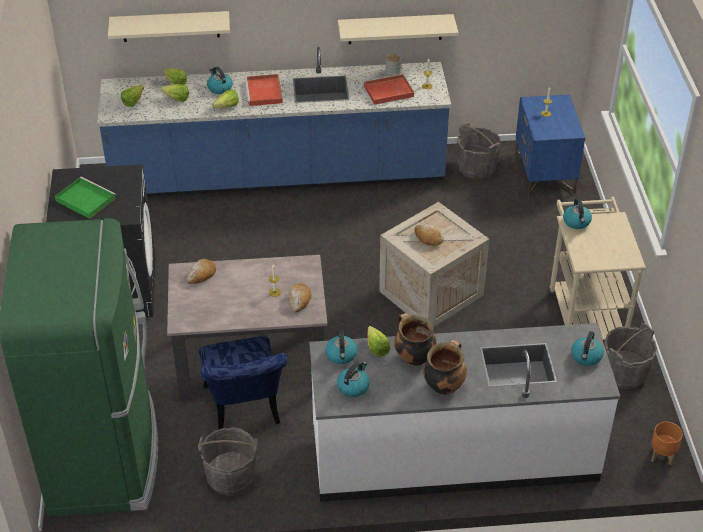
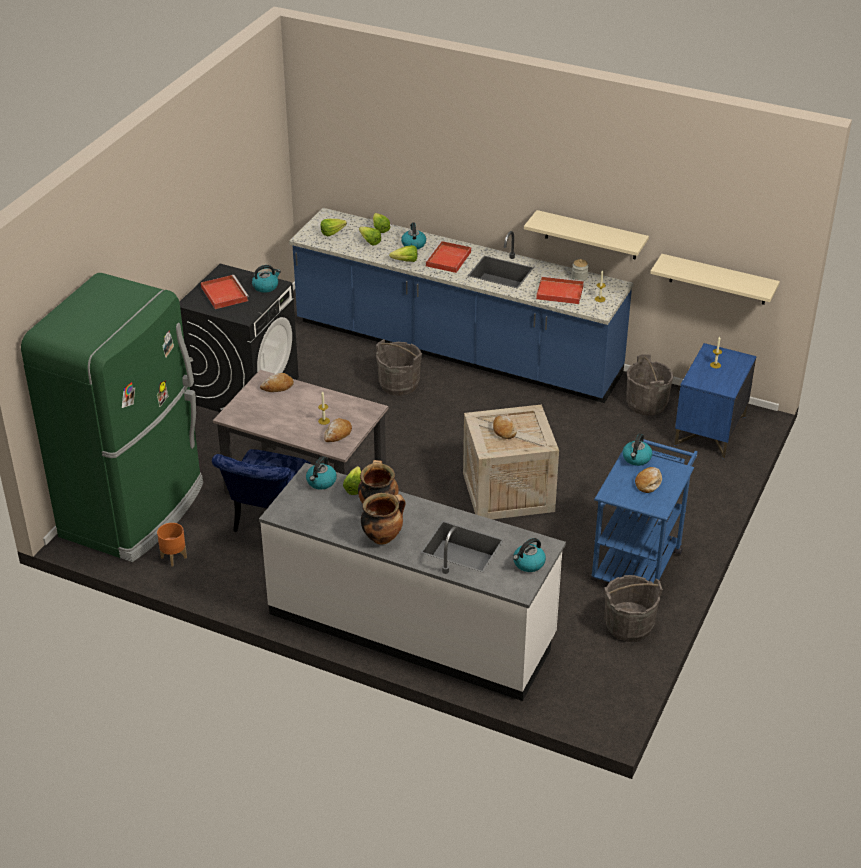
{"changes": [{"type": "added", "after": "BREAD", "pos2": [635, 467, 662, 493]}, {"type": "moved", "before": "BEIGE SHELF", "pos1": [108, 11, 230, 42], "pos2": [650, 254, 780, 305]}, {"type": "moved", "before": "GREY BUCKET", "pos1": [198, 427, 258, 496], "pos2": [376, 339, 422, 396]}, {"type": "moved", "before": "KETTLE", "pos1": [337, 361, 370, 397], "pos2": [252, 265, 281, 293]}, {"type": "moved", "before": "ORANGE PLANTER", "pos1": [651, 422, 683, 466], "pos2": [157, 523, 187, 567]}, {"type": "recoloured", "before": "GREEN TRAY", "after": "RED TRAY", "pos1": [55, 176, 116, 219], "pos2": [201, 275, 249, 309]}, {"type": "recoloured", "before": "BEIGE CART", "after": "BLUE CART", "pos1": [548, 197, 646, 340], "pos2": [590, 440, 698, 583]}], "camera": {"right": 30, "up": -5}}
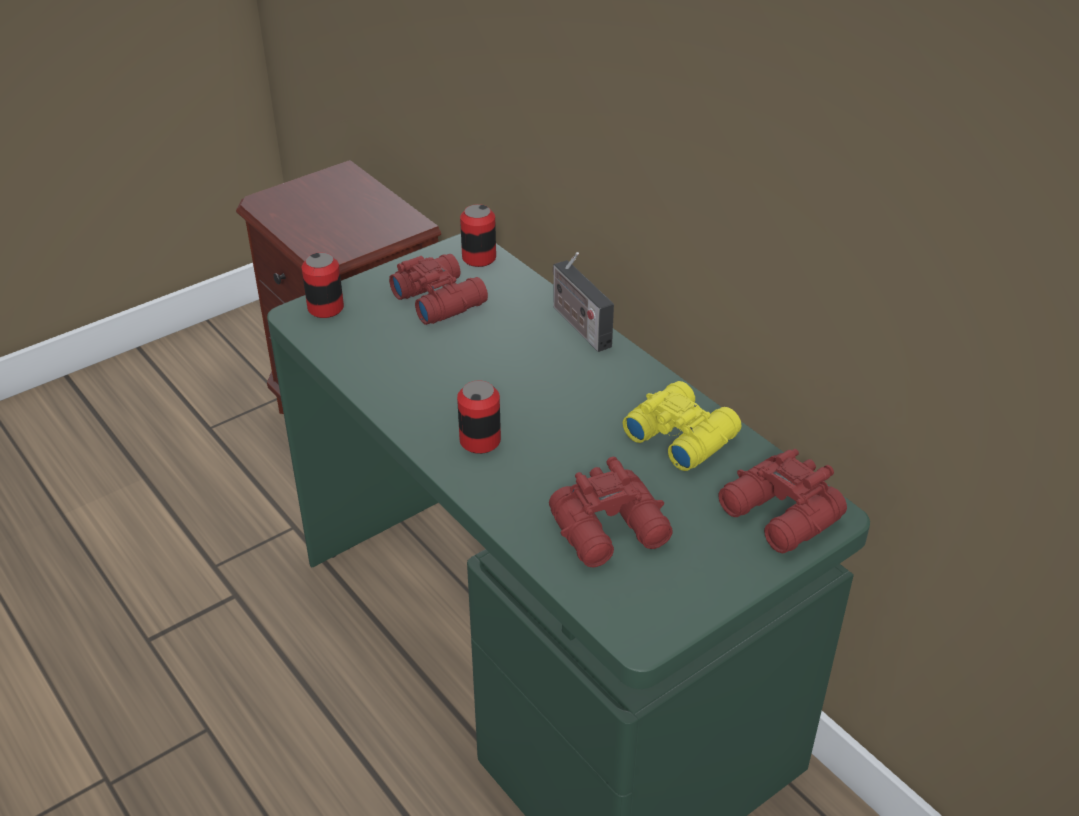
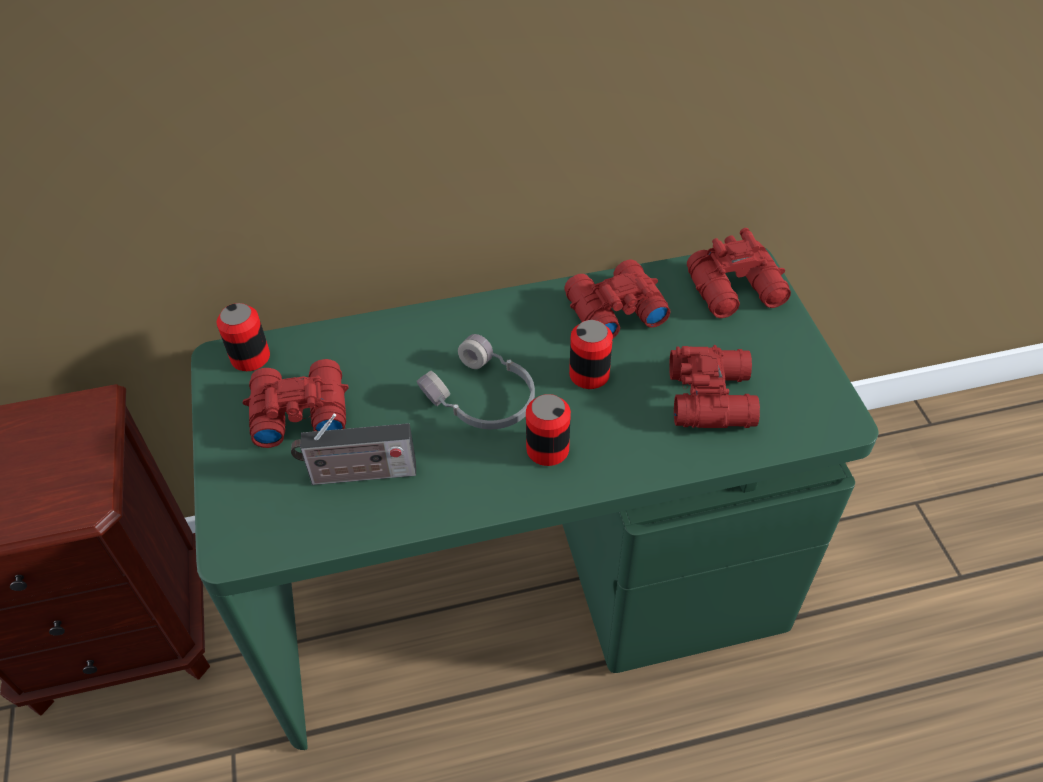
{"changes": [{"type": "added", "after": "GREY HEADPHONES", "pos2": [417, 334, 535, 429]}, {"type": "moved", "before": "CAN", "pos1": [302, 253, 344, 318], "pos2": [569, 320, 613, 389]}, {"type": "moved", "before": "RADIO", "pos1": [553, 252, 614, 352], "pos2": [291, 414, 416, 485]}, {"type": "recoloured", "before": "YELLOW BINOCULARS", "after": "RED BINOCULARS", "pos1": [623, 381, 742, 471], "pos2": [564, 259, 670, 338]}], "camera": {"right": -65, "up": 10}}
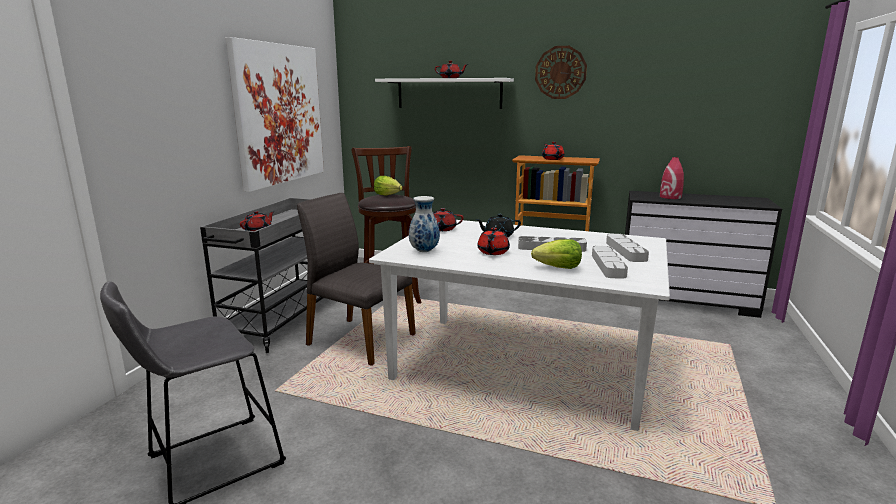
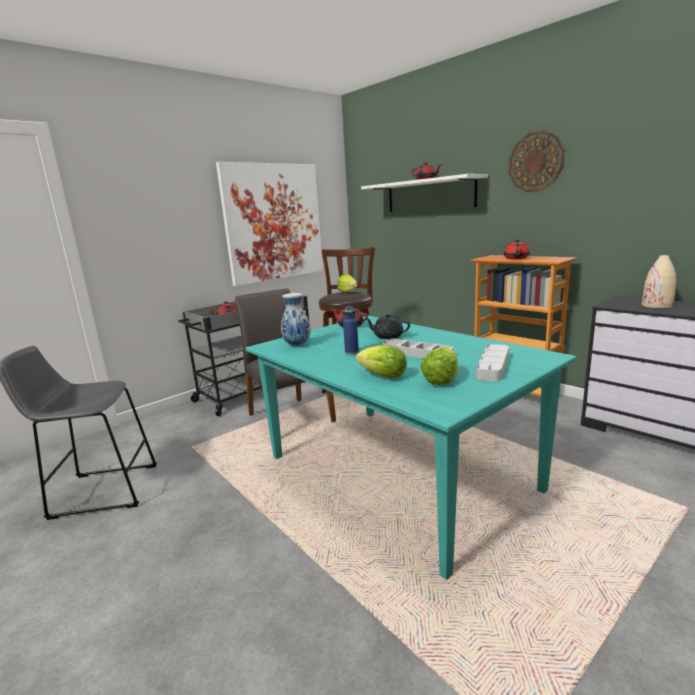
{"changes": [{"type": "replaced", "before": "RED TEAPOT", "after": "BLUE BOTTLE", "pos1": [477, 228, 510, 255], "pos2": [343, 307, 359, 355]}, {"type": "replaced", "before": "GREY TRAY", "after": "LETTUCE", "pos1": [592, 246, 628, 279], "pos2": [421, 348, 458, 385]}, {"type": "recoloured", "before": "WHITE DINING TABLE", "after": "TURQUOISE DINING TABLE", "pos1": [369, 220, 670, 431], "pos2": [245, 316, 577, 580]}, {"type": "recoloured", "before": "RED VASE", "after": "BEIGE VASE", "pos1": [660, 157, 684, 199], "pos2": [642, 255, 676, 309]}], "camera": {"right": 30, "up": 0}}
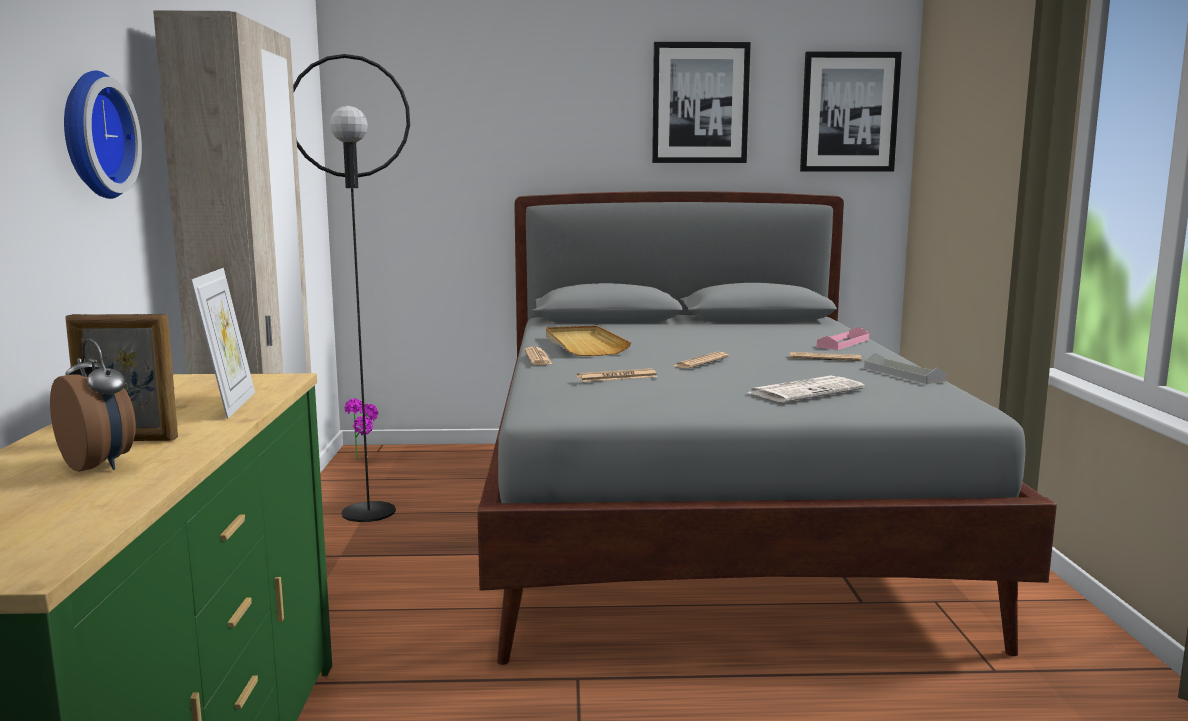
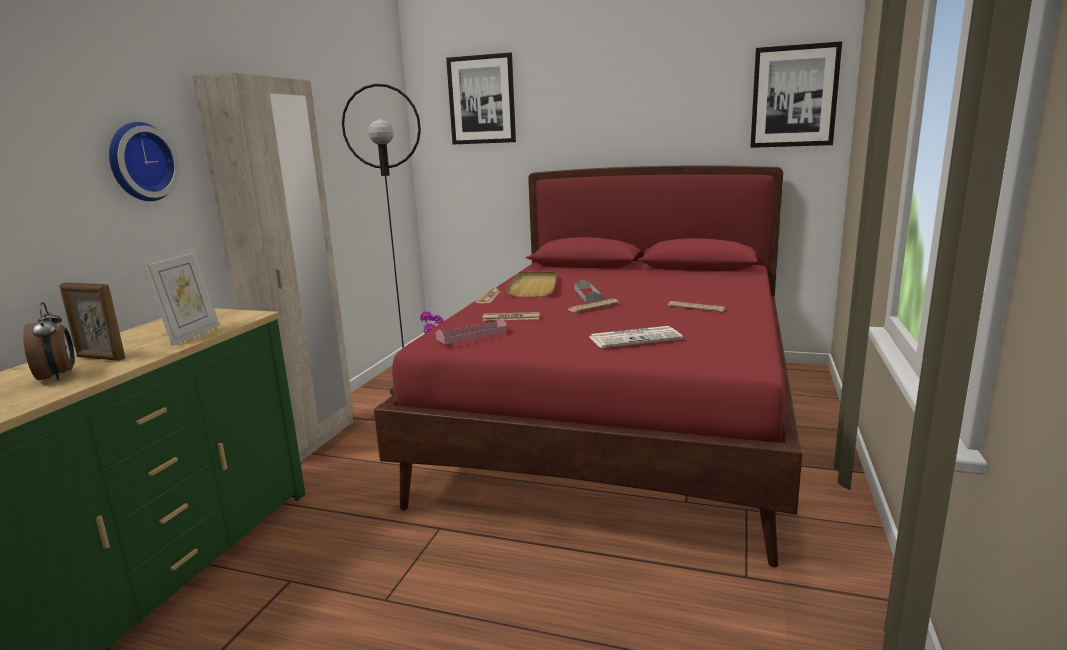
{"changes": [{"type": "moved", "before": "PICTURE", "pos1": [652, 42, 751, 163], "pos2": [446, 52, 516, 144]}, {"type": "moved", "before": "PINK TRAY", "pos1": [817, 327, 869, 350], "pos2": [436, 318, 507, 344]}, {"type": "moved", "before": "GREY TRAY", "pos1": [864, 353, 947, 384], "pos2": [574, 279, 603, 302]}, {"type": "recoloured", "before": "GREY BED", "after": "RED BED", "pos1": [477, 191, 1057, 665], "pos2": [374, 166, 803, 567]}], "camera": {"right": 20, "up": 5}}
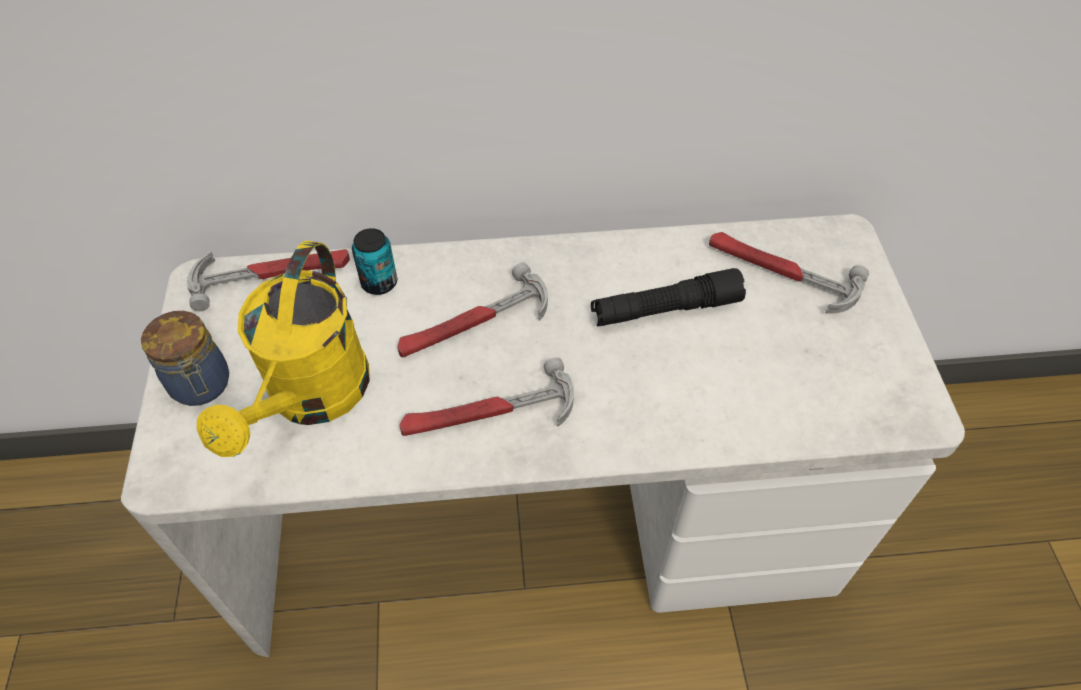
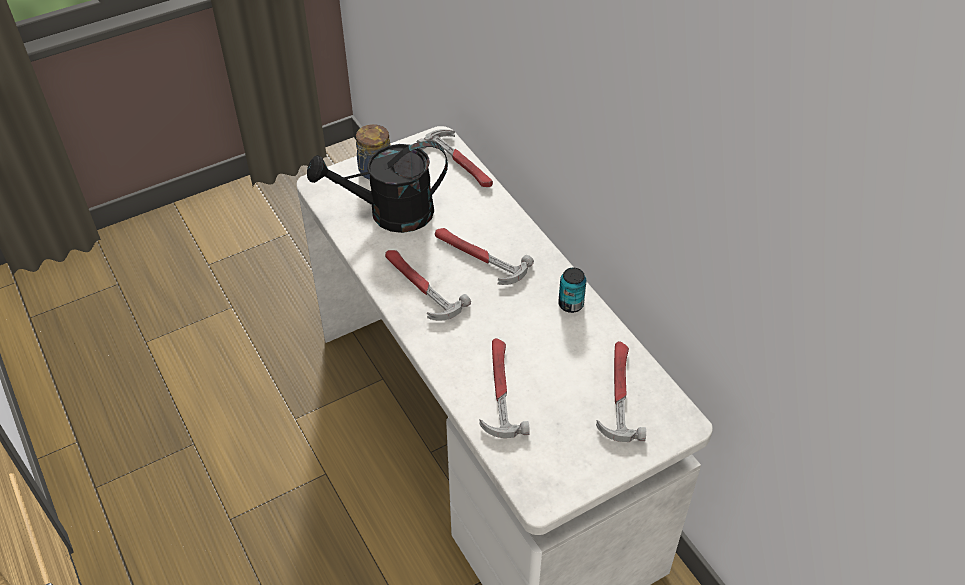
{"changes": [{"type": "removed", "before": "BLACK FLASHLIGHT", "pos1": [591, 268, 746, 327]}, {"type": "added", "after": "HAMMER", "pos2": [480, 338, 530, 438]}, {"type": "moved", "before": "CAN", "pos1": [352, 228, 397, 295], "pos2": [558, 268, 586, 313]}, {"type": "recoloured", "before": "YELLOW WATERING CAN", "after": "BLACK WATERING CAN", "pos1": [197, 241, 370, 457], "pos2": [307, 141, 448, 233]}], "camera": {"right": 65, "up": -5}}
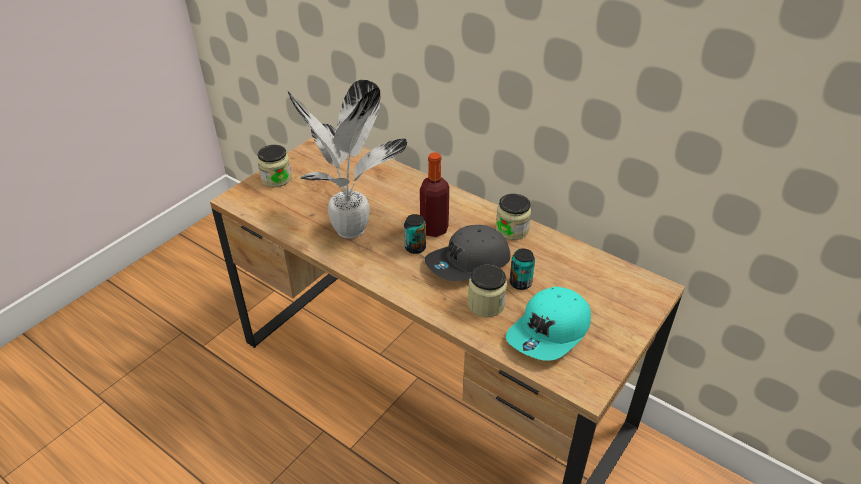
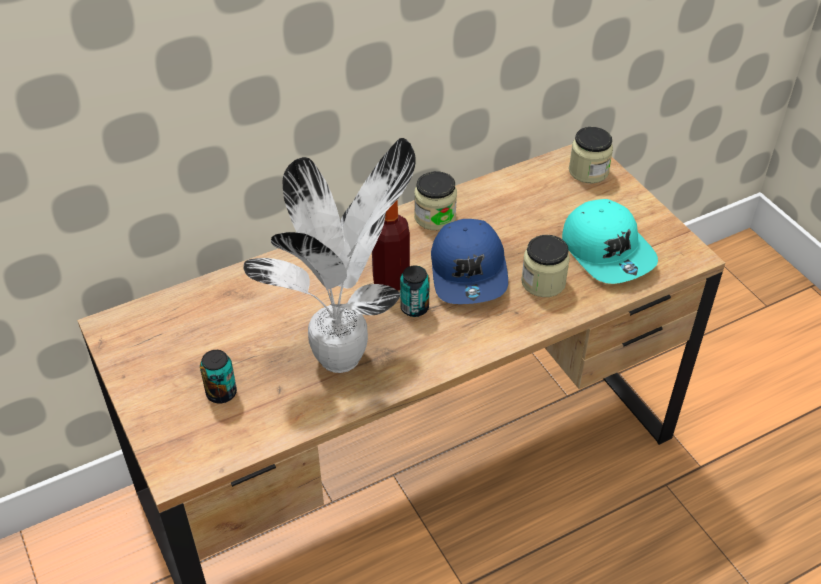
{"changes": [{"type": "moved", "before": "JAR", "pos1": [257, 145, 292, 187], "pos2": [569, 127, 613, 183]}, {"type": "moved", "before": "CAN", "pos1": [509, 248, 535, 290], "pos2": [200, 350, 237, 403]}, {"type": "recoloured", "before": "GREY CAP", "after": "BLUE CAP", "pos1": [425, 225, 510, 281], "pos2": [431, 219, 508, 304]}], "camera": {"right": -65, "up": 5}}
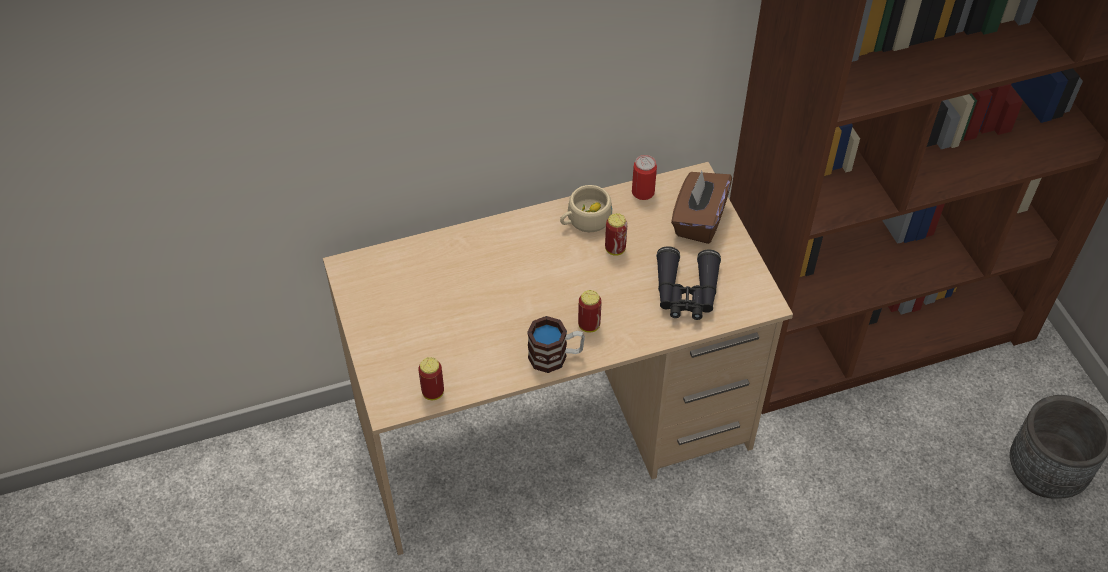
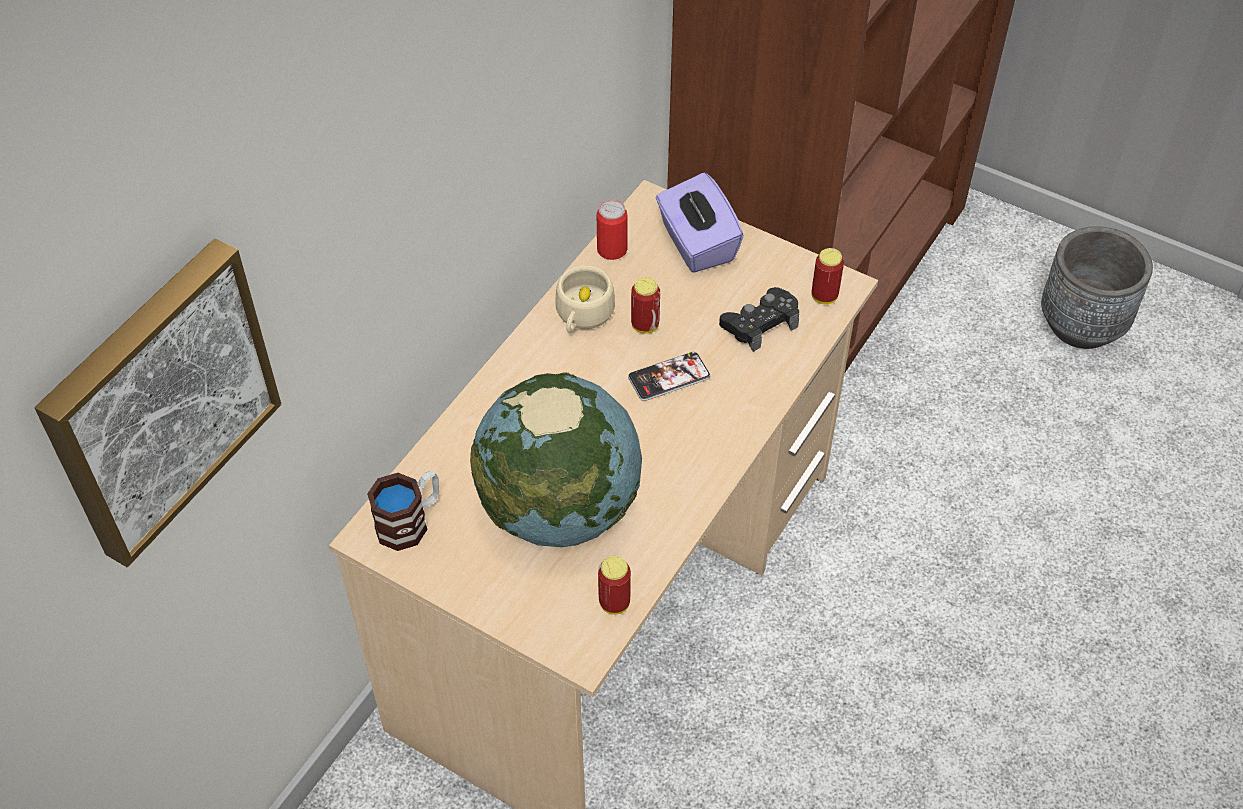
{"changes": [{"type": "added", "after": "PICTURE", "pos2": [35, 238, 281, 567]}, {"type": "added", "after": "GLOBE", "pos2": [470, 372, 642, 547]}, {"type": "added", "after": "PHONE", "pos2": [628, 351, 711, 401]}, {"type": "moved", "before": "MUG", "pos1": [527, 316, 585, 373], "pos2": [367, 470, 439, 551]}, {"type": "moved", "before": "CAN", "pos1": [578, 290, 602, 333], "pos2": [812, 248, 844, 304]}, {"type": "replaced", "before": "BLACK BINOCULARS", "after": "BLACK GAME CONTROLLER", "pos1": [656, 246, 721, 320], "pos2": [719, 287, 800, 352]}, {"type": "recoloured", "before": "BROWN TISSUE BOX", "after": "PURPLE TISSUE BOX", "pos1": [671, 171, 732, 244], "pos2": [656, 172, 744, 273]}], "camera": {"right": -40, "up": 0}}
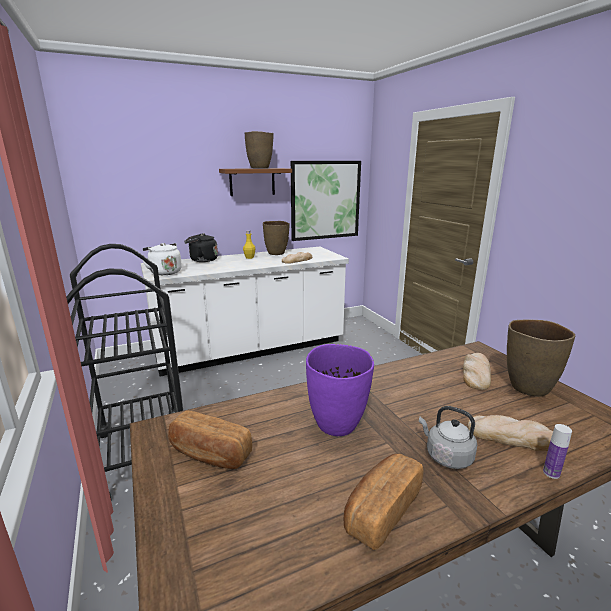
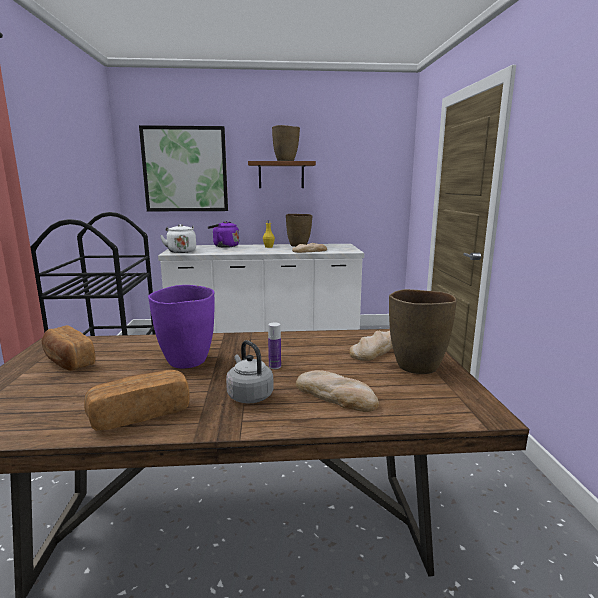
{"changes": [{"type": "moved", "before": "PICTURE", "pos1": [291, 161, 361, 241], "pos2": [139, 125, 228, 211]}, {"type": "moved", "before": "BOTTLE", "pos1": [543, 424, 572, 479], "pos2": [268, 322, 281, 369]}, {"type": "recoloured", "before": "BLACK KETTLE", "after": "PURPLE KETTLE", "pos1": [184, 233, 218, 262], "pos2": [208, 221, 239, 248]}], "camera": {"right": 20, "up": -5}}
